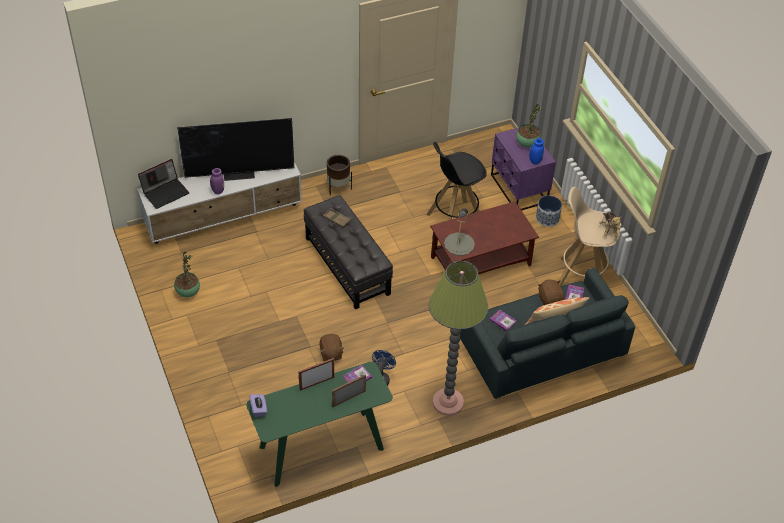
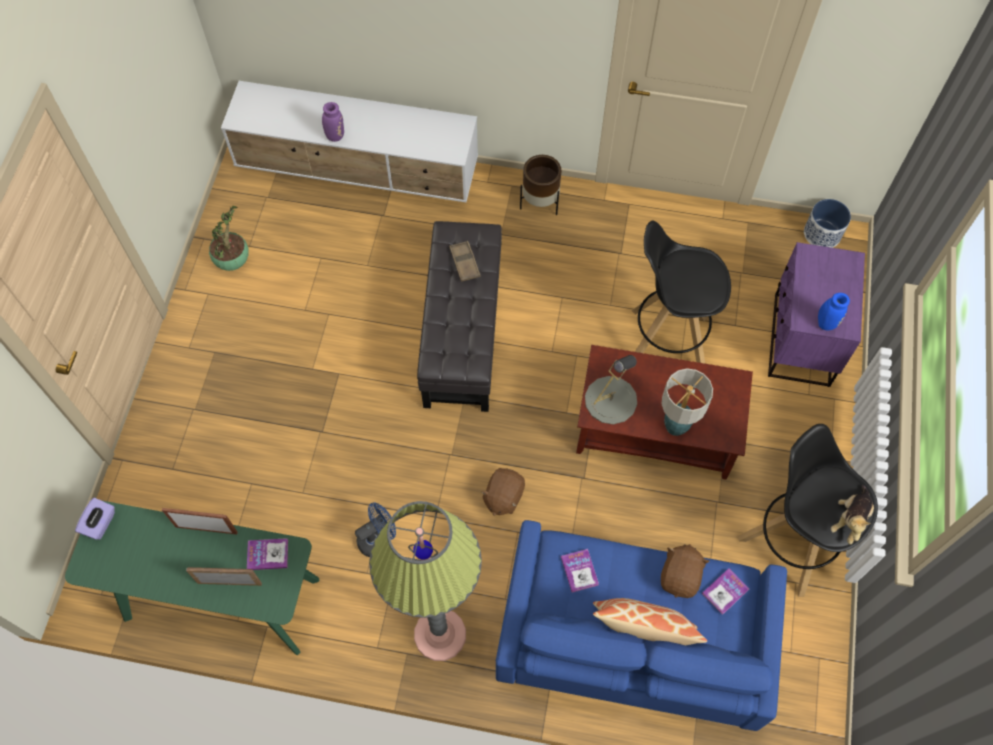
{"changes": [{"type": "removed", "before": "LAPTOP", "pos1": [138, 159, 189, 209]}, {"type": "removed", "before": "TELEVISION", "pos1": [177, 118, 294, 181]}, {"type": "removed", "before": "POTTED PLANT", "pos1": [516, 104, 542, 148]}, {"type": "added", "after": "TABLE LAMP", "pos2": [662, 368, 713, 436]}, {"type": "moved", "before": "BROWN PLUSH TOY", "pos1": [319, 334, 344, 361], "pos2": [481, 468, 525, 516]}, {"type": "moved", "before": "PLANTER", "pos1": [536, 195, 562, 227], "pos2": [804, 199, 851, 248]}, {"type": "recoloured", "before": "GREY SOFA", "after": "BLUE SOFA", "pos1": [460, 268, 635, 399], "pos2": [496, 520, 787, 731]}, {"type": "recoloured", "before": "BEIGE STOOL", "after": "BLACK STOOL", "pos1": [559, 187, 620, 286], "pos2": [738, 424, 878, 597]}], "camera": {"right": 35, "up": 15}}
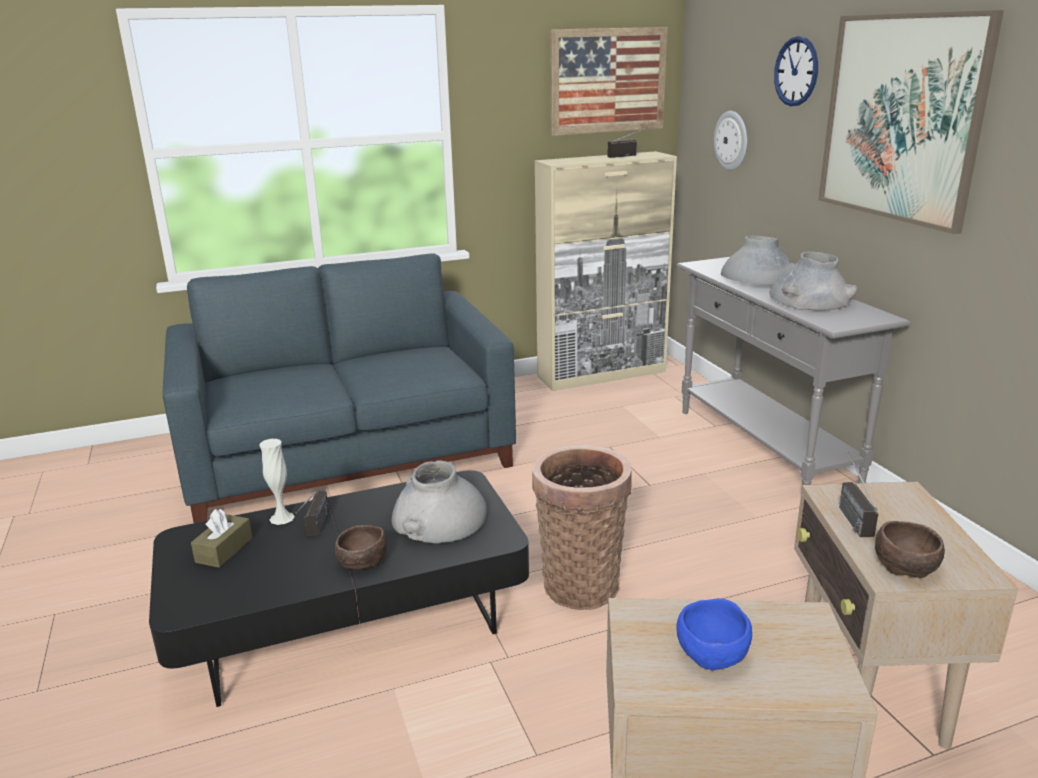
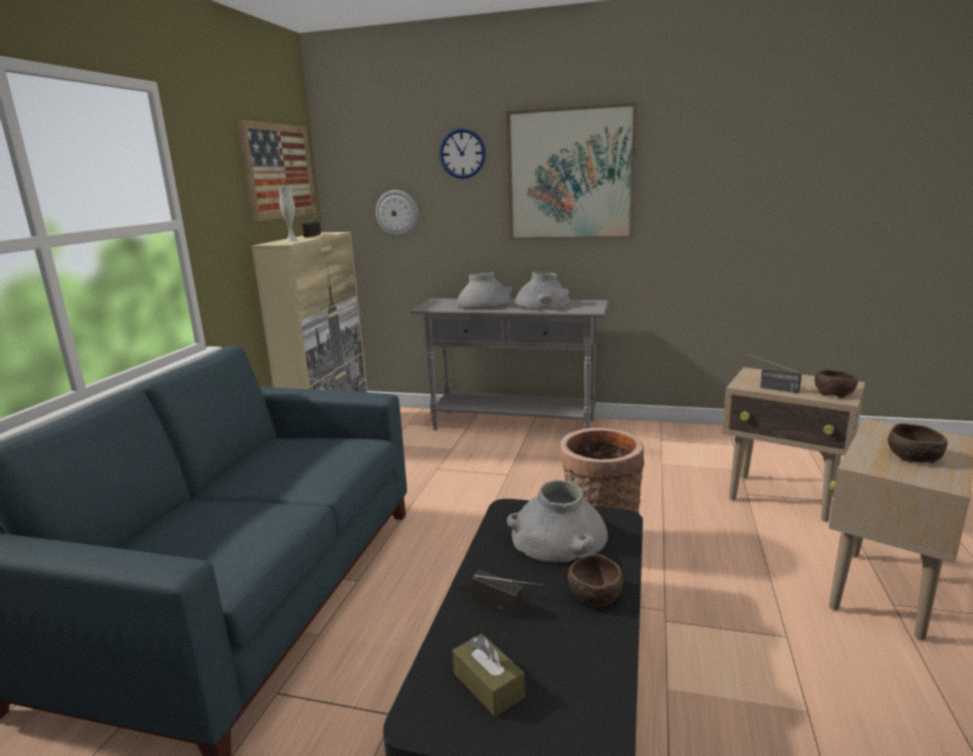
{"changes": [{"type": "moved", "before": "WHITE VASE", "pos1": [259, 439, 295, 525], "pos2": [278, 186, 300, 243]}, {"type": "recoloured", "before": "BLUE BOWL", "after": "BROWN BOWL", "pos1": [677, 598, 752, 670], "pos2": [888, 423, 947, 463]}], "camera": {"right": -55, "up": -5}}
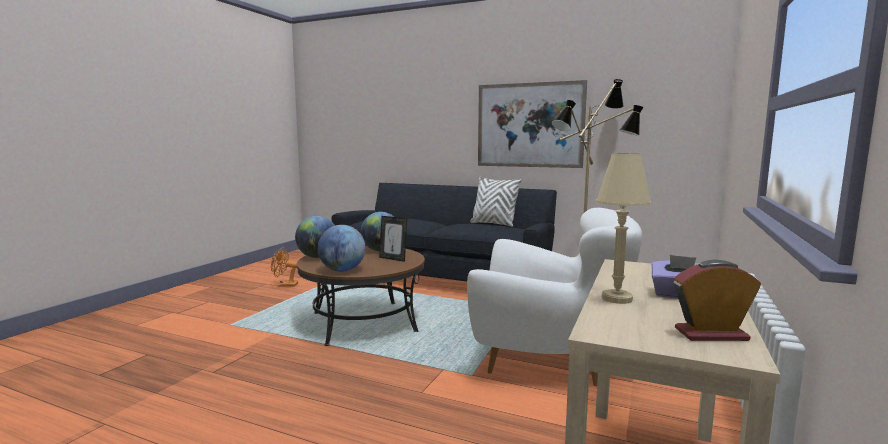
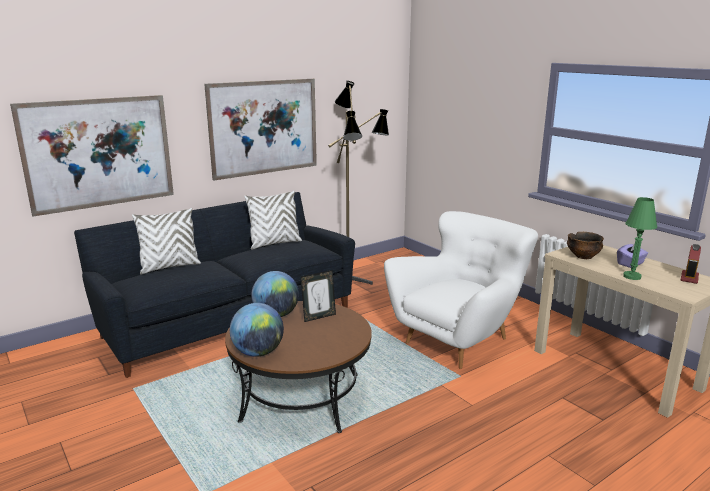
{"changes": [{"type": "removed", "before": "ORANGE FAN", "pos1": [271, 247, 298, 287]}, {"type": "removed", "before": "GLOBE", "pos1": [318, 225, 365, 272]}, {"type": "added", "after": "PICTURE", "pos2": [10, 95, 174, 216]}, {"type": "added", "after": "WHITE PILLOW", "pos2": [132, 208, 201, 274]}, {"type": "added", "after": "BOWL", "pos2": [567, 232, 604, 259]}, {"type": "recoloured", "before": "BEIGE TABLE LAMP", "after": "GREEN TABLE LAMP", "pos1": [596, 153, 651, 304], "pos2": [623, 197, 657, 280]}], "camera": {"right": -60, "up": 10}}
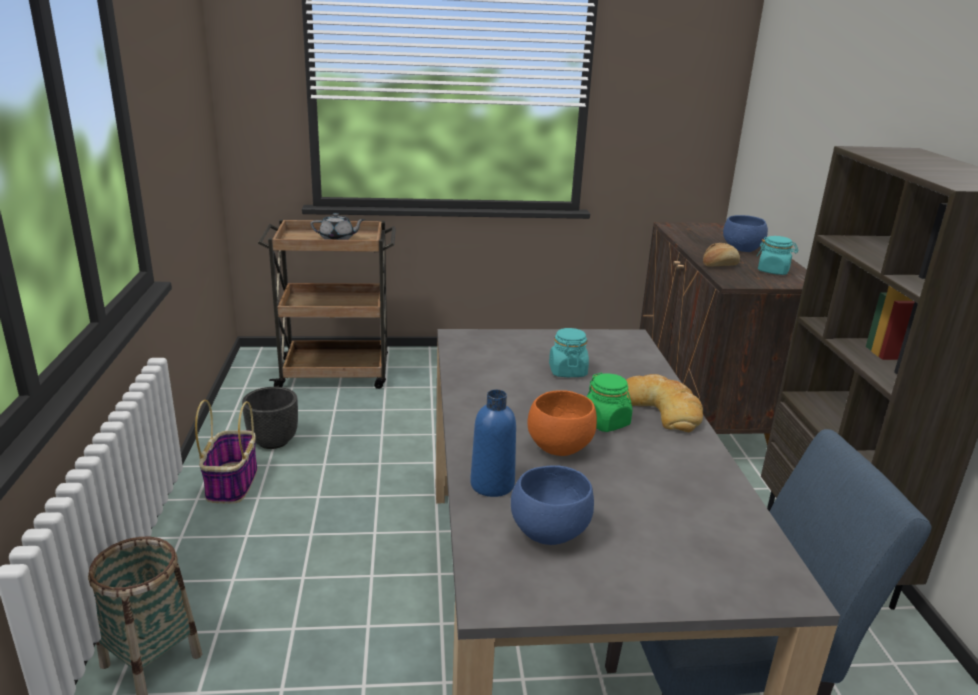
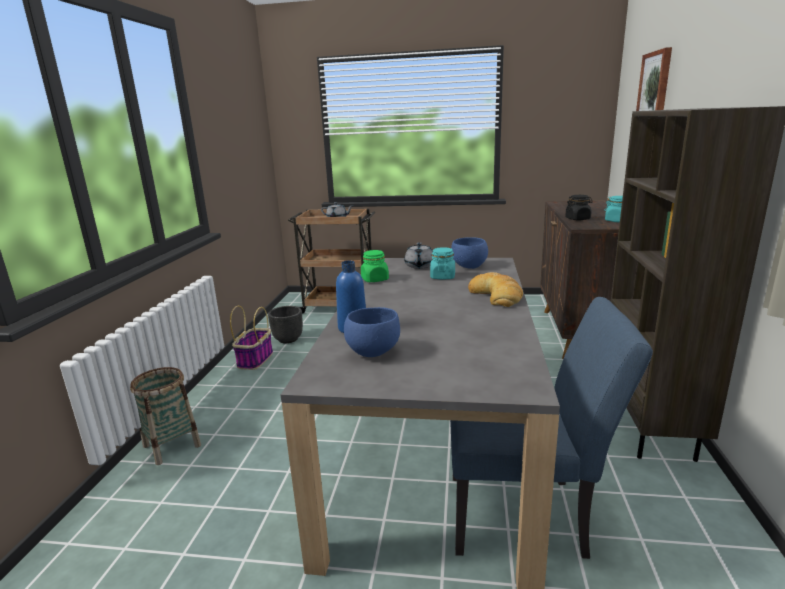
{"changes": [{"type": "removed", "before": "ORANGE BOWL", "pos1": [527, 390, 597, 456]}, {"type": "added", "after": "GREY TEAPOT", "pos2": [404, 242, 433, 269]}, {"type": "added", "after": "PICTURE", "pos2": [636, 47, 672, 111]}, {"type": "moved", "before": "GREEN JAR", "pos1": [587, 373, 632, 432], "pos2": [361, 250, 389, 282]}, {"type": "moved", "before": "BLUE BOWL", "pos1": [723, 215, 768, 252], "pos2": [451, 237, 488, 269]}, {"type": "replaced", "before": "BREAD", "after": "BLACK JAR", "pos1": [703, 243, 740, 267], "pos2": [565, 195, 593, 220]}], "camera": {"right": 15, "up": -5}}
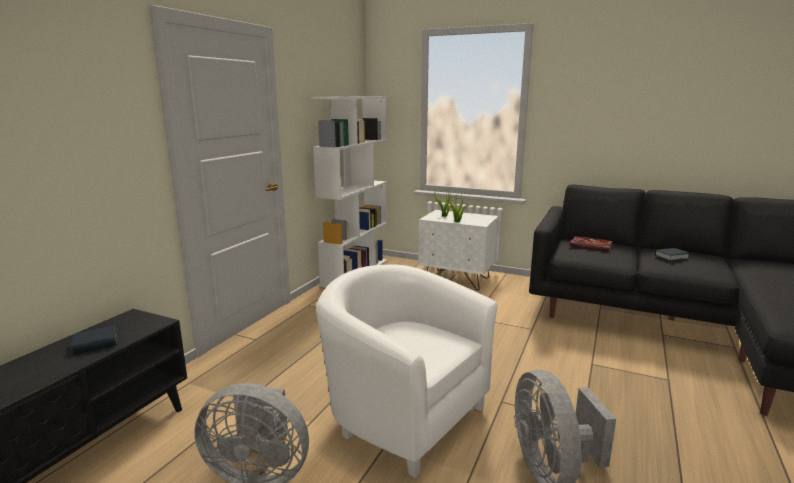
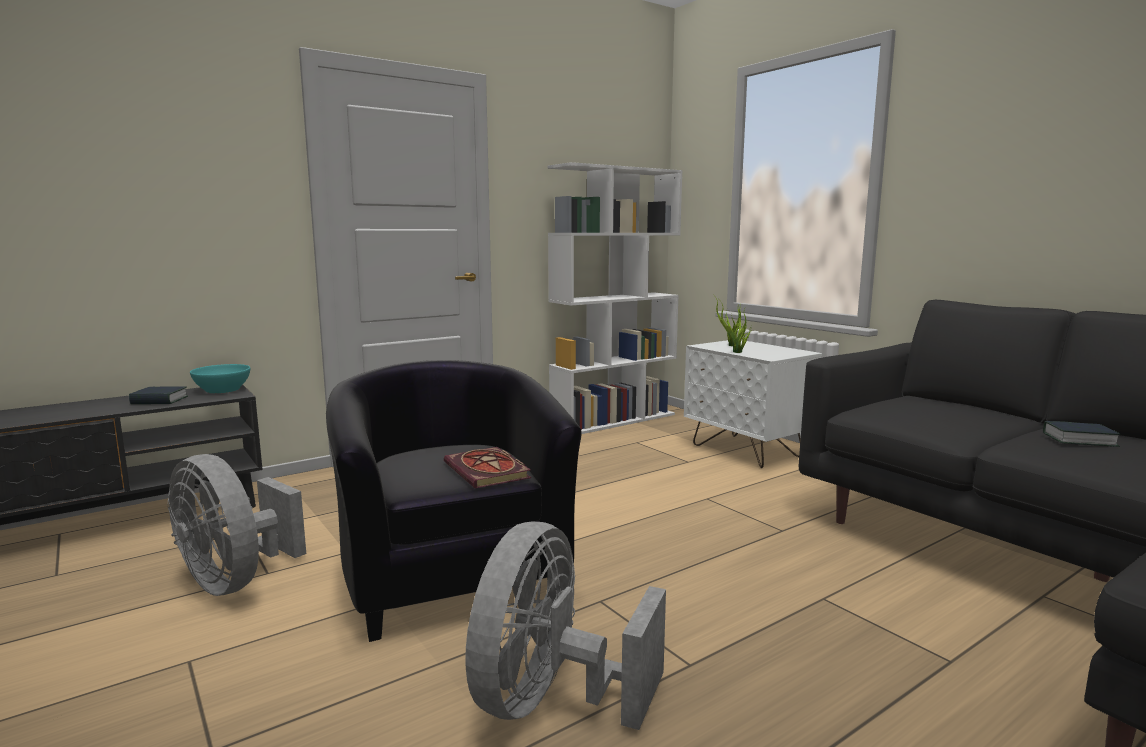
{"changes": [{"type": "added", "after": "TURQUOISE BOWL", "pos2": [190, 364, 250, 393]}, {"type": "moved", "before": "BOOK", "pos1": [569, 236, 613, 251], "pos2": [444, 447, 531, 488]}, {"type": "recoloured", "before": "WHITE ARMCHAIR", "after": "BLACK ARMCHAIR", "pos1": [316, 265, 498, 478], "pos2": [326, 360, 582, 642]}], "camera": {"right": 30, "up": -5}}
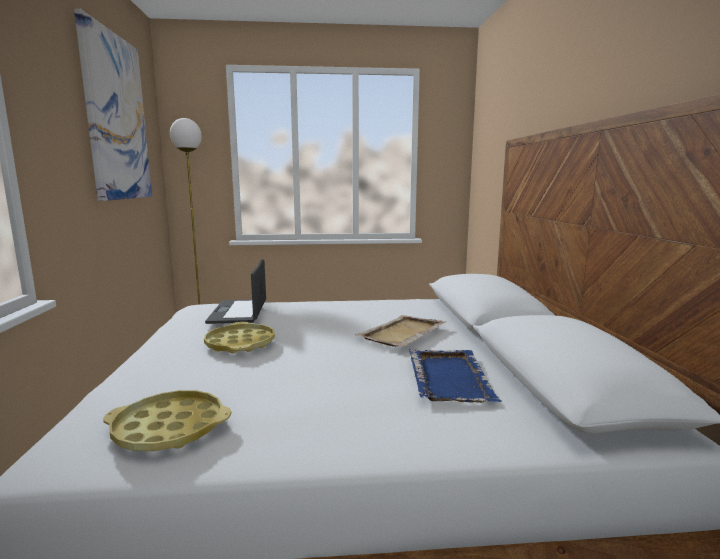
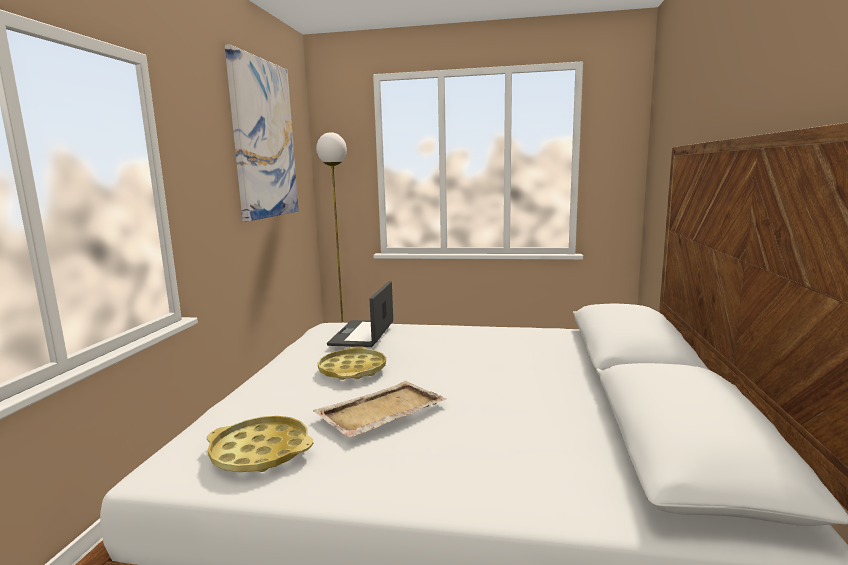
{"changes": [{"type": "removed", "before": "BLUE TRAY", "pos1": [409, 349, 501, 403]}, {"type": "moved", "before": "BEIGE TRAY", "pos1": [355, 315, 446, 347], "pos2": [313, 381, 446, 438]}], "camera": {"right": 15, "up": 0}}
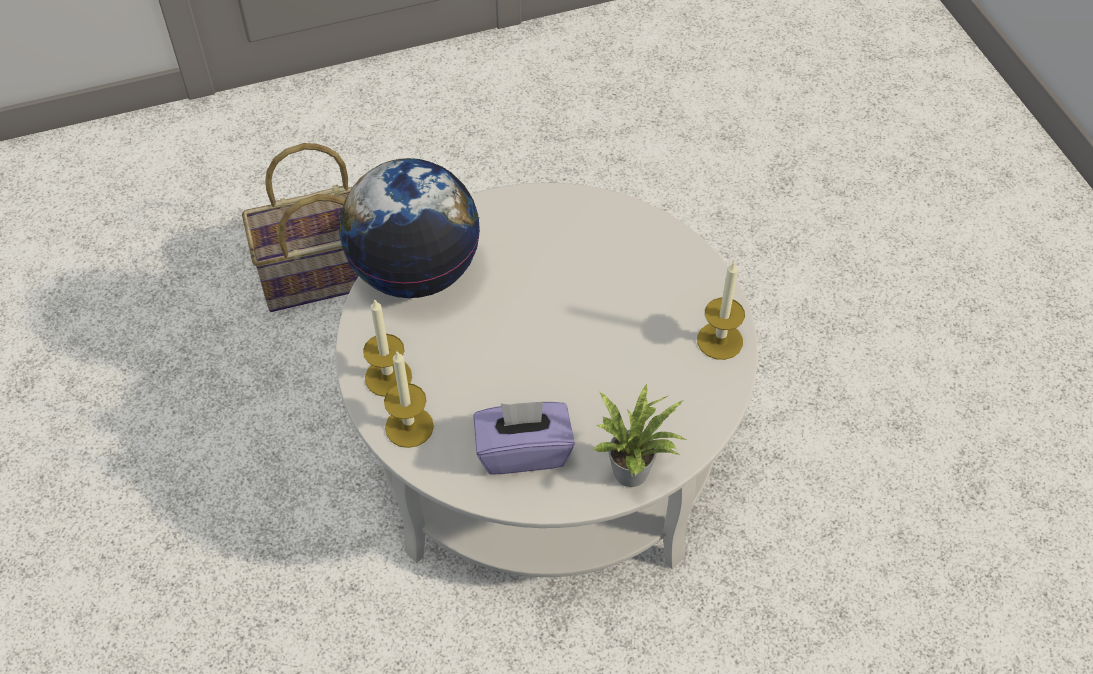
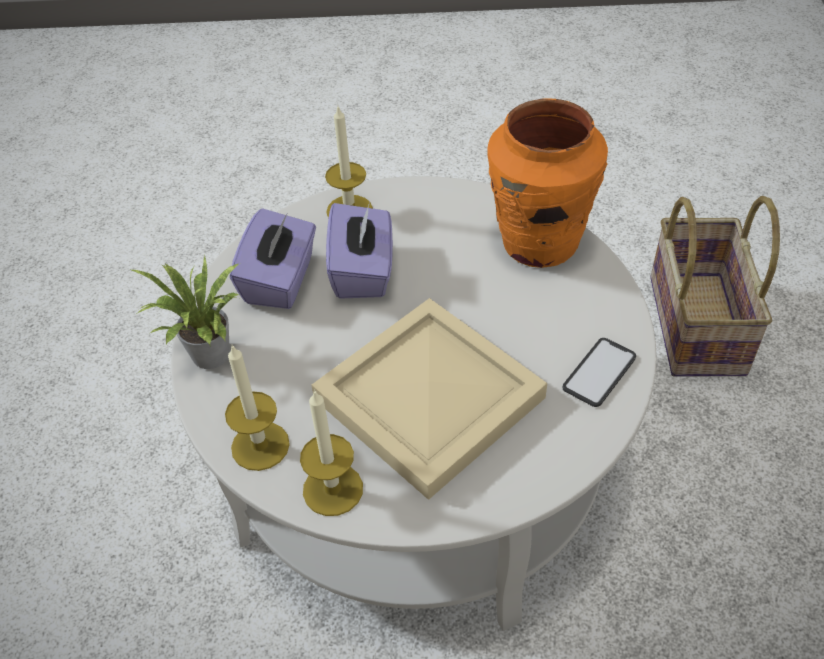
{"changes": [{"type": "added", "after": "BEIGE TRAY", "pos2": [311, 298, 547, 500]}, {"type": "added", "after": "PURPLE TISSUE BOX", "pos2": [326, 203, 393, 299]}, {"type": "added", "after": "PHONE", "pos2": [563, 338, 636, 407]}, {"type": "moved", "before": "CANDLE", "pos1": [363, 298, 412, 397], "pos2": [225, 344, 290, 471]}, {"type": "replaced", "before": "GLOBE", "after": "ORANGE VASE", "pos1": [339, 158, 480, 298], "pos2": [488, 99, 608, 268]}], "camera": {"right": 110, "up": -5}}
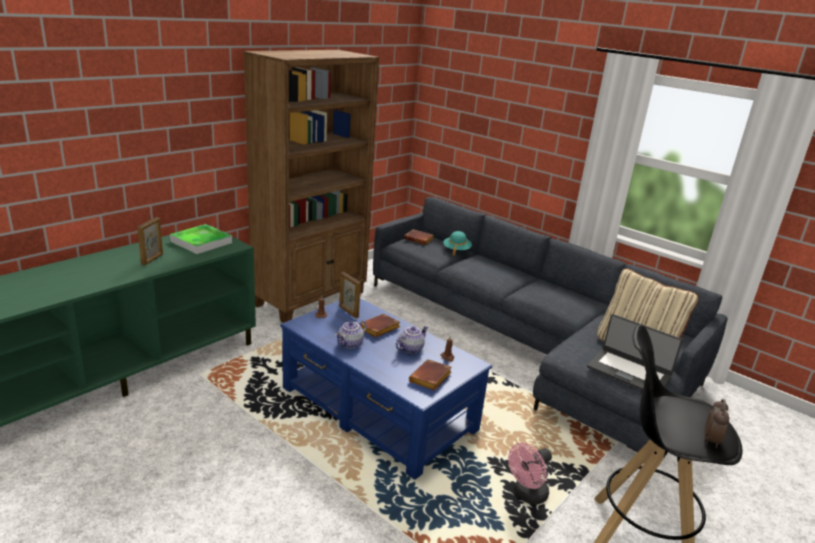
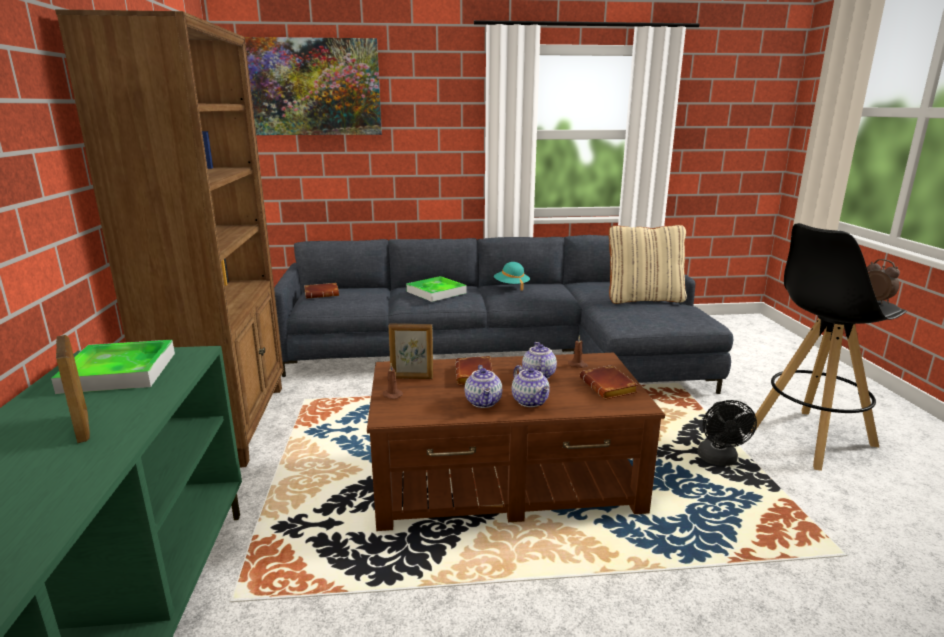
{"changes": [{"type": "removed", "before": "LAPTOP", "pos1": [587, 314, 683, 390]}, {"type": "added", "after": "PICTURE", "pos2": [245, 37, 382, 135]}, {"type": "added", "after": "TRAY", "pos2": [406, 276, 467, 302]}, {"type": "added", "after": "TEAPOT", "pos2": [512, 365, 550, 407]}, {"type": "moved", "before": "TURQUOISE HAT", "pos1": [444, 231, 472, 255], "pos2": [494, 262, 530, 291]}, {"type": "recoloured", "before": "BLUE COFFEE TABLE", "after": "BROWN COFFEE TABLE", "pos1": [280, 298, 492, 480], "pos2": [367, 353, 665, 531]}, {"type": "recoloured", "before": "PINK FAN", "after": "BLACK FAN", "pos1": [508, 443, 552, 505], "pos2": [698, 400, 757, 466]}], "camera": {"right": -45, "up": -5}}
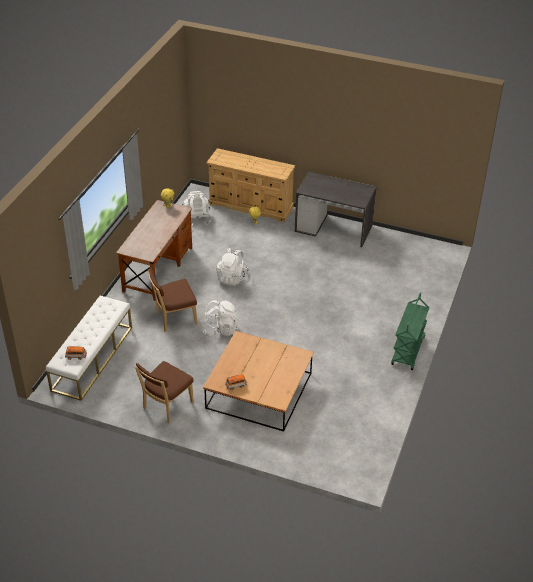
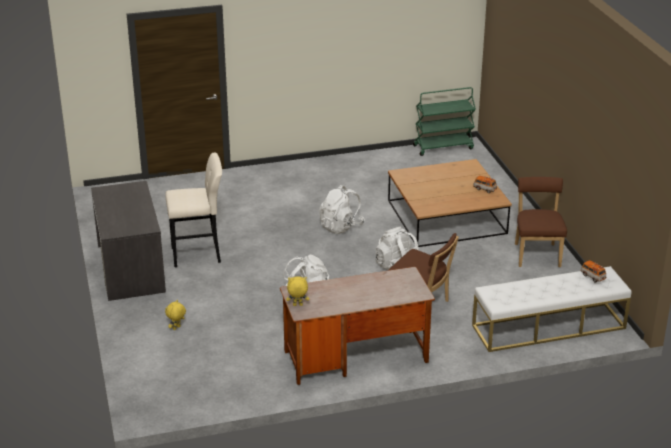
{"changes": [{"type": "removed", "before": "BEIGE DRESSER", "pos1": [206, 148, 295, 222]}, {"type": "added", "after": "BEIGE STOOL", "pos2": [165, 153, 222, 267]}, {"type": "moved", "before": "WHITE BACKPACK", "pos1": [182, 191, 212, 226], "pos2": [319, 185, 364, 234]}, {"type": "moved", "before": "GREEN CART", "pos1": [391, 292, 429, 370], "pos2": [413, 87, 476, 156]}, {"type": "turned", "before": "BROWN CHAIR", "pos1": [135, 361, 194, 423], "pos2": [515, 177, 567, 267], "turn": -90}], "camera": {"right": -125, "up": -10}}
